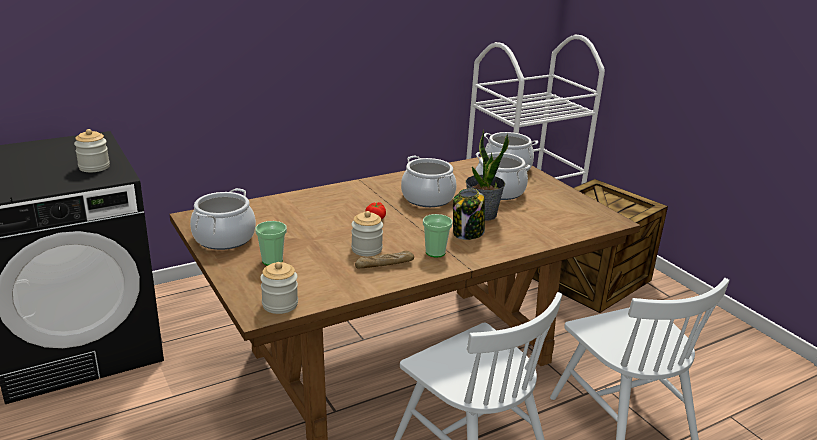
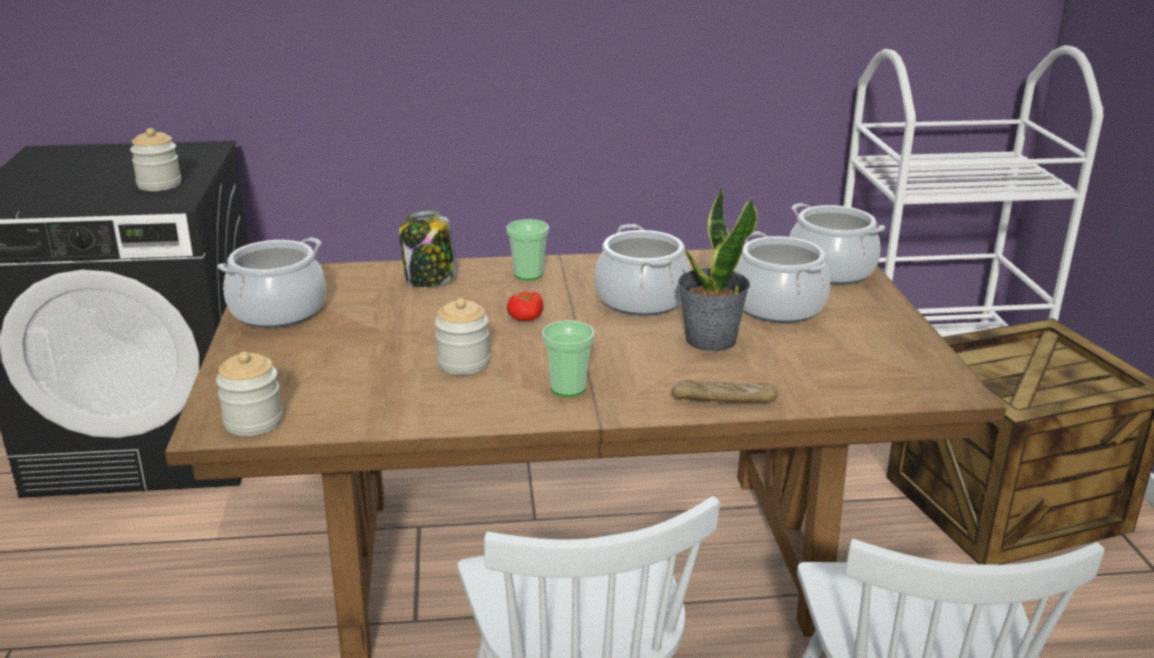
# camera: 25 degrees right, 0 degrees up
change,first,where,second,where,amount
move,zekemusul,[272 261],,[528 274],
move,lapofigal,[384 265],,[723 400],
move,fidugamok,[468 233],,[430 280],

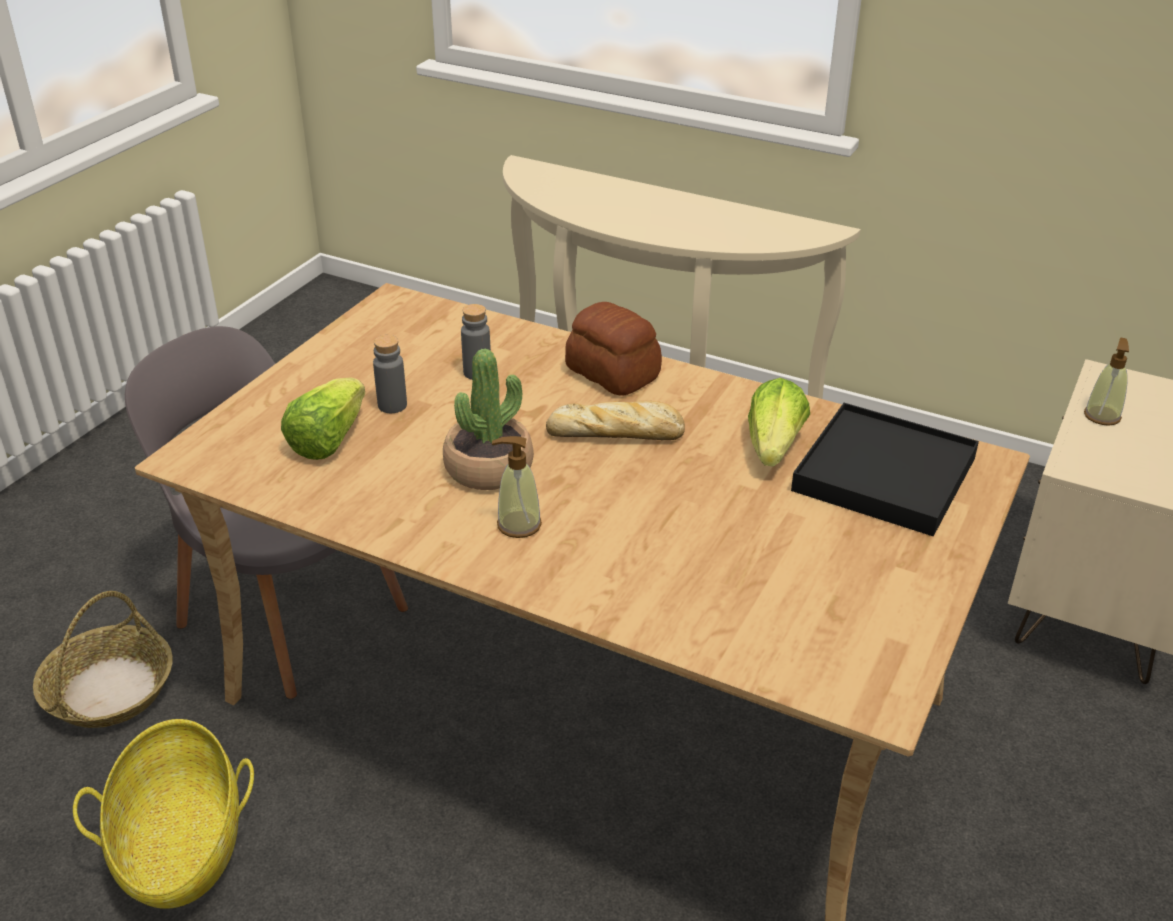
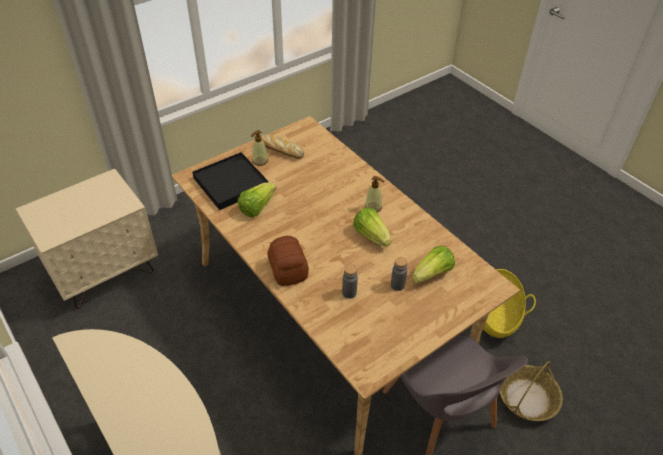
# camera: 155 degrees left, 10 degrees up
change,first,where,second,where,amount
move,lapofigal,[618 433],,[278 150],
move,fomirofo,[1102 416],,[260 161],
replace,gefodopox,[489 468],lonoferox,[371 235],

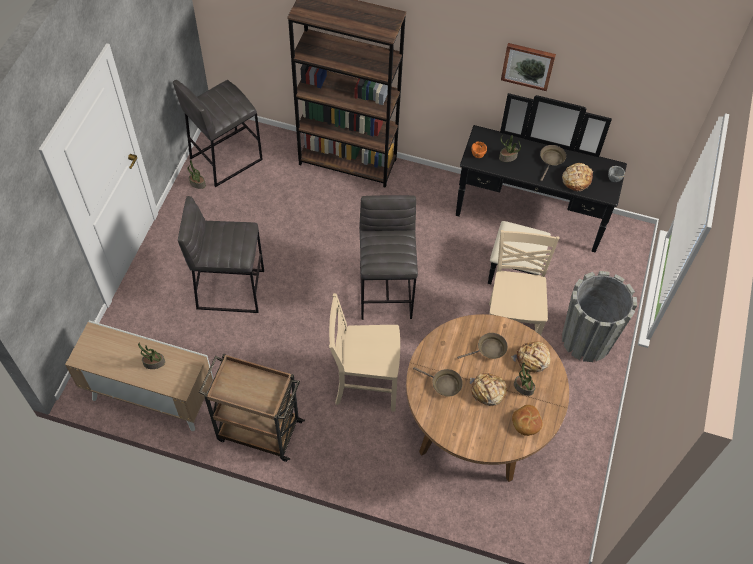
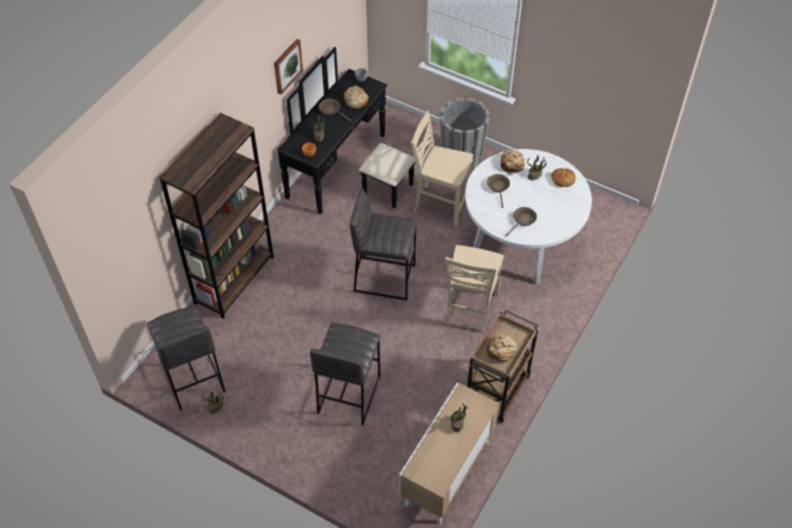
# camera: 75 degrees left, 5 degrees down
change,first,where,second,where,amount
move,lapofigal,[487 391],,[501 351],
recolor,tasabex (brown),[476 426],tasabex (white),[520 244],

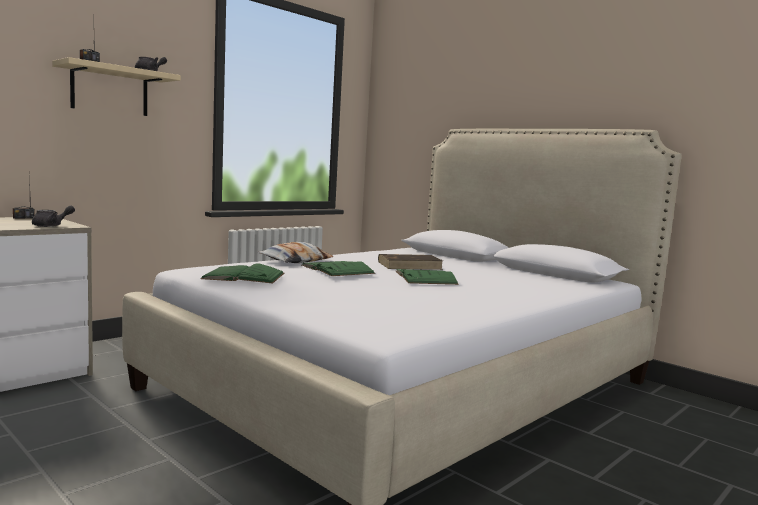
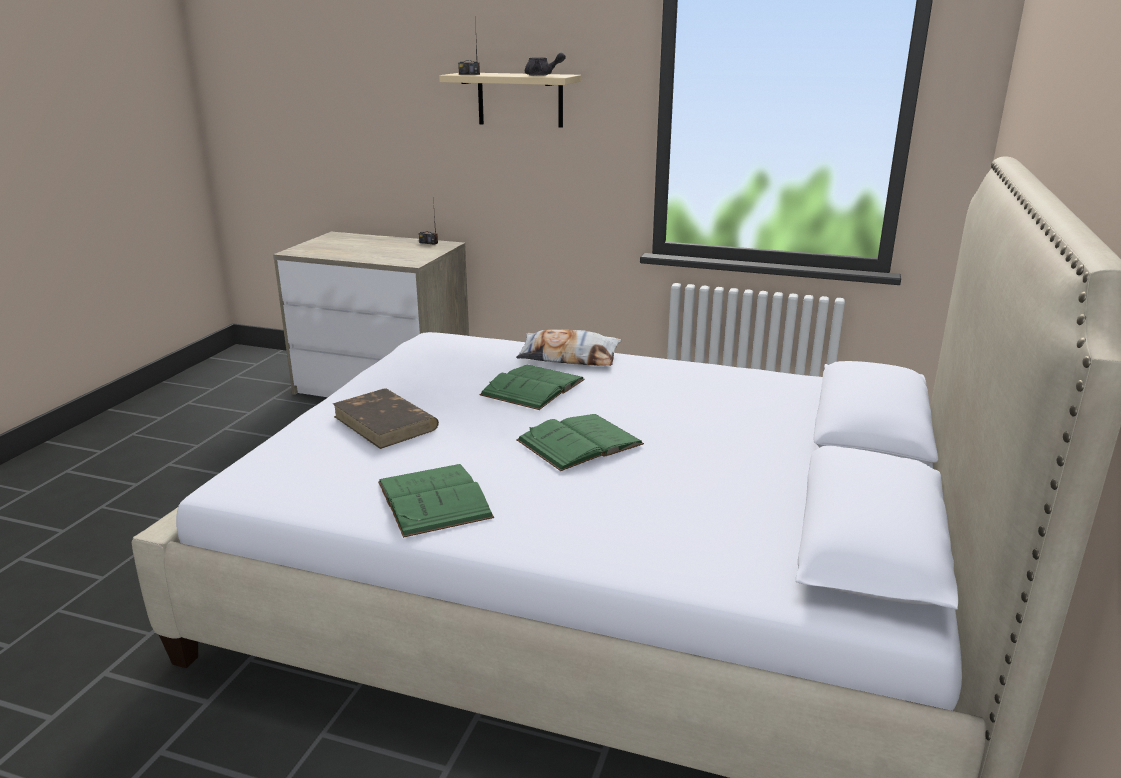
# camera: 65 degrees right, 15 degrees up
change,first,where,second,where,amount
delete,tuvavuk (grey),[51 226],,,
move,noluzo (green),[244 276],,[434 499],
move,noluzo (brown),[410 265],,[386 423],

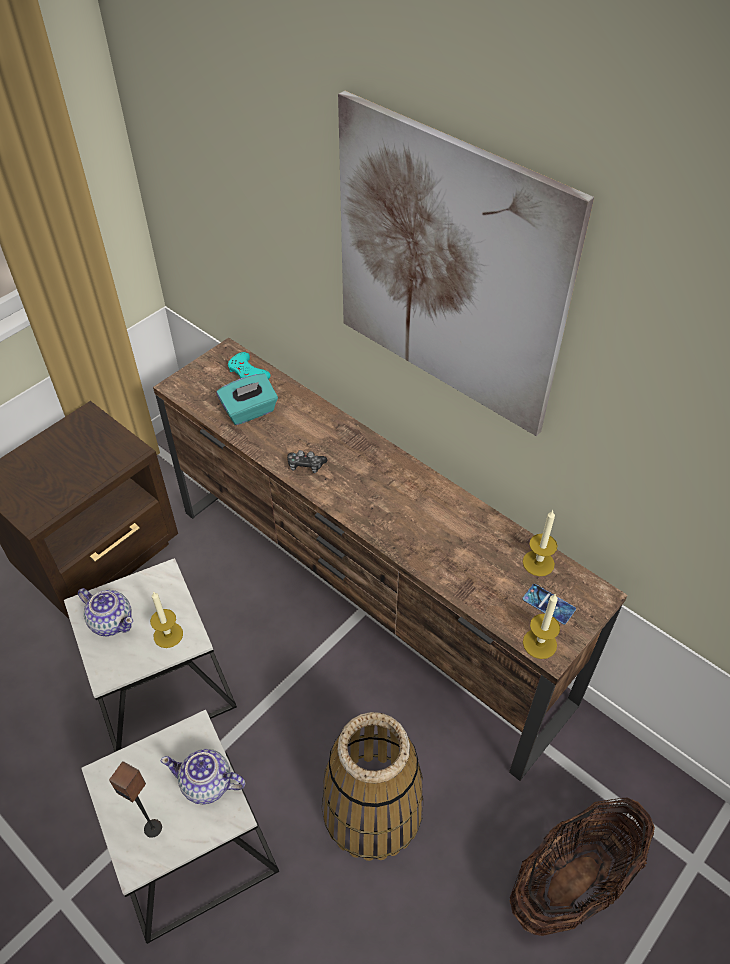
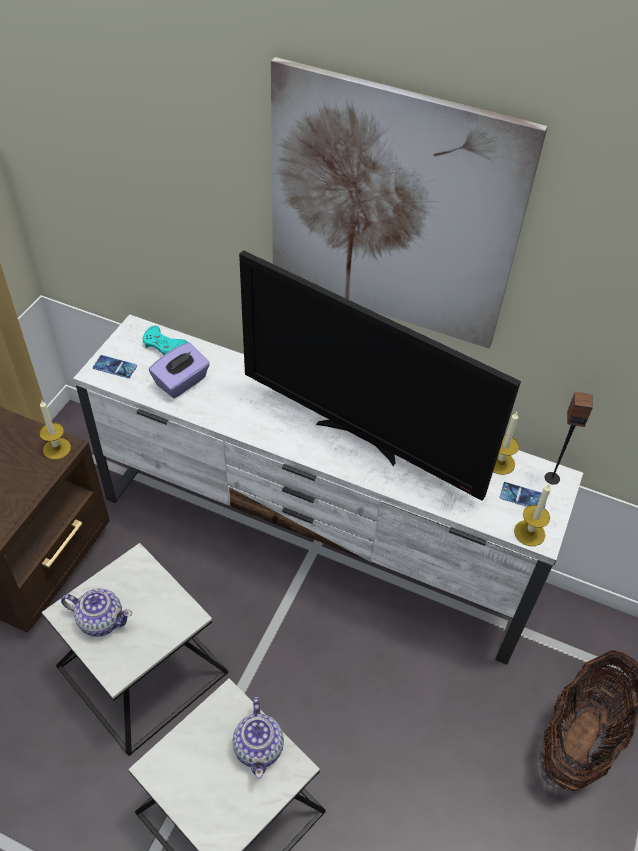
# camera: 20 degrees left, 0 degrees up
change,first,where,second,where,amount
delete,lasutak,[305 465],,,
delete,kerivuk,[372 809],,,
insert,,,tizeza,[115 367],
insert,,,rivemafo,[360 438],
move,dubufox,[153 828],,[552 478],
move,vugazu,[168 635],,[57 448],
recolor,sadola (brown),[366 603],sadola (white),[315 542],
recolor,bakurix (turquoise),[250 411],bakurix (purple),[182 382],
rotate,tuvavuk,[207 784],,[259 747],90 degrees counterclockwise

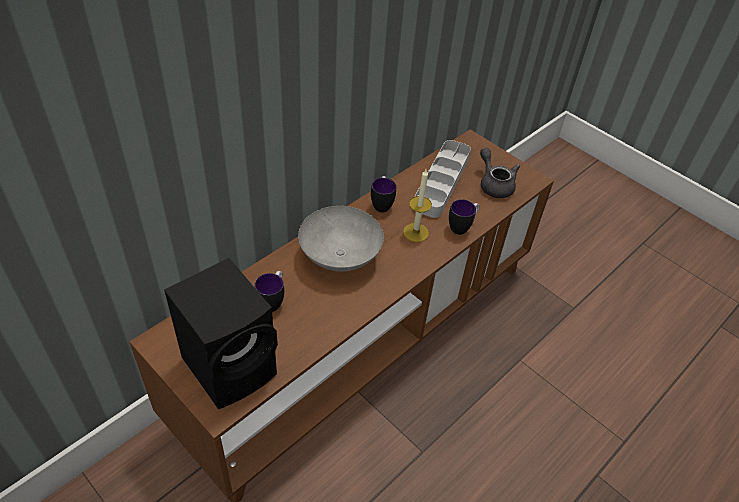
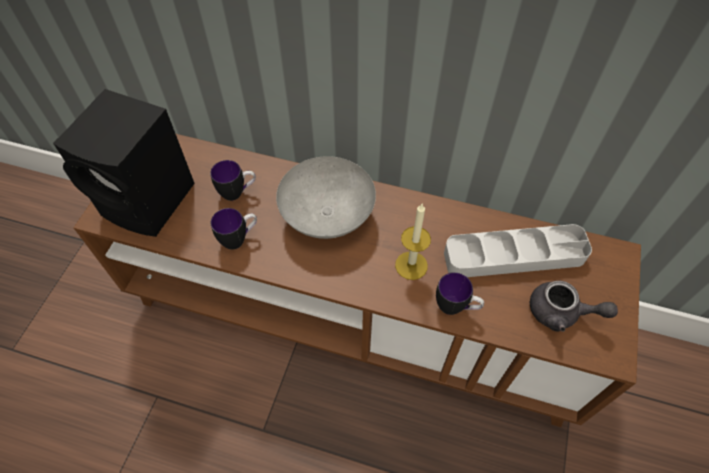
# camera: 65 degrees right, 10 degrees up
change,first,where,second,where,amount
move,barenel,[381 204],,[239 239],
rotate,tuvavuk (grey),[494 184],,[561 313],75 degrees clockwise

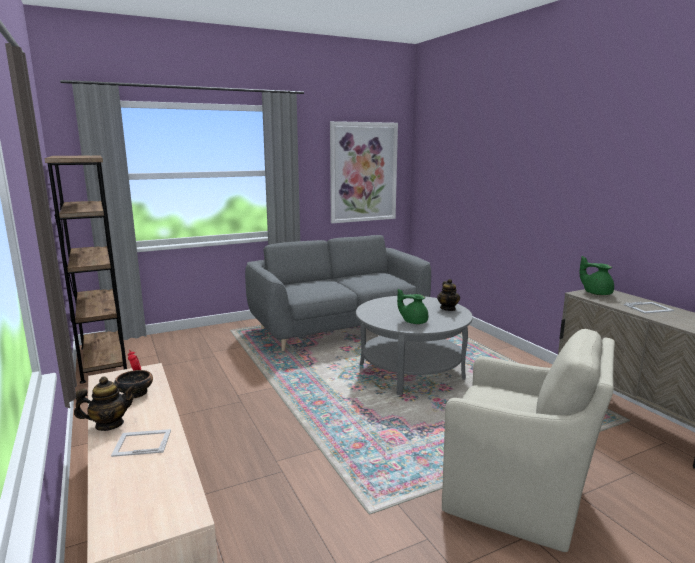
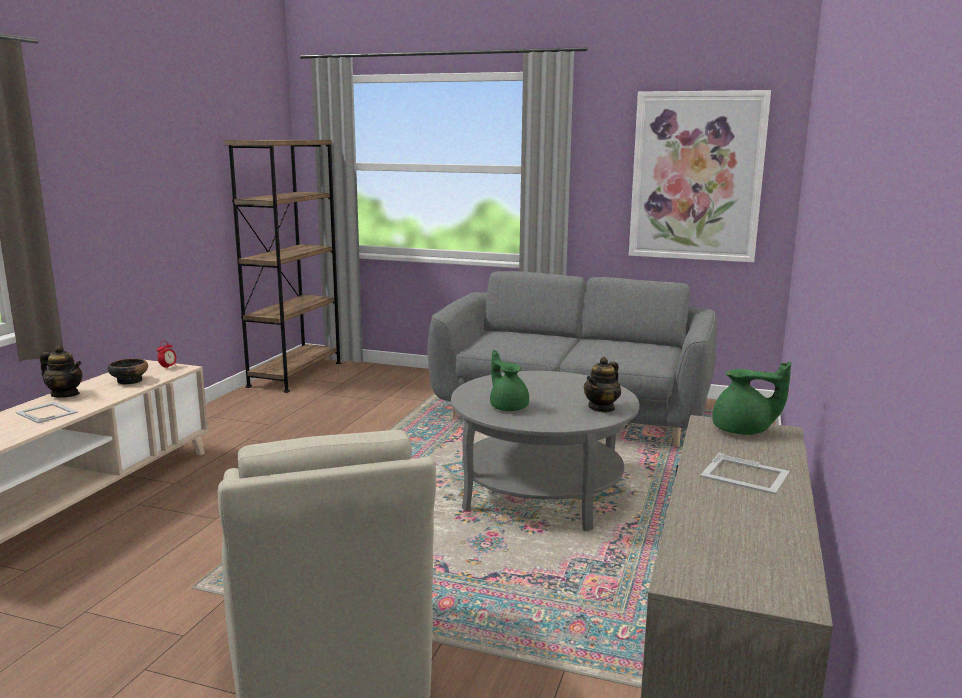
# camera: 45 degrees right, 0 degrees up
change,first,where,second,where,amount
rotate,tuvavuk (green),[596 293],,[743 431],105 degrees clockwise

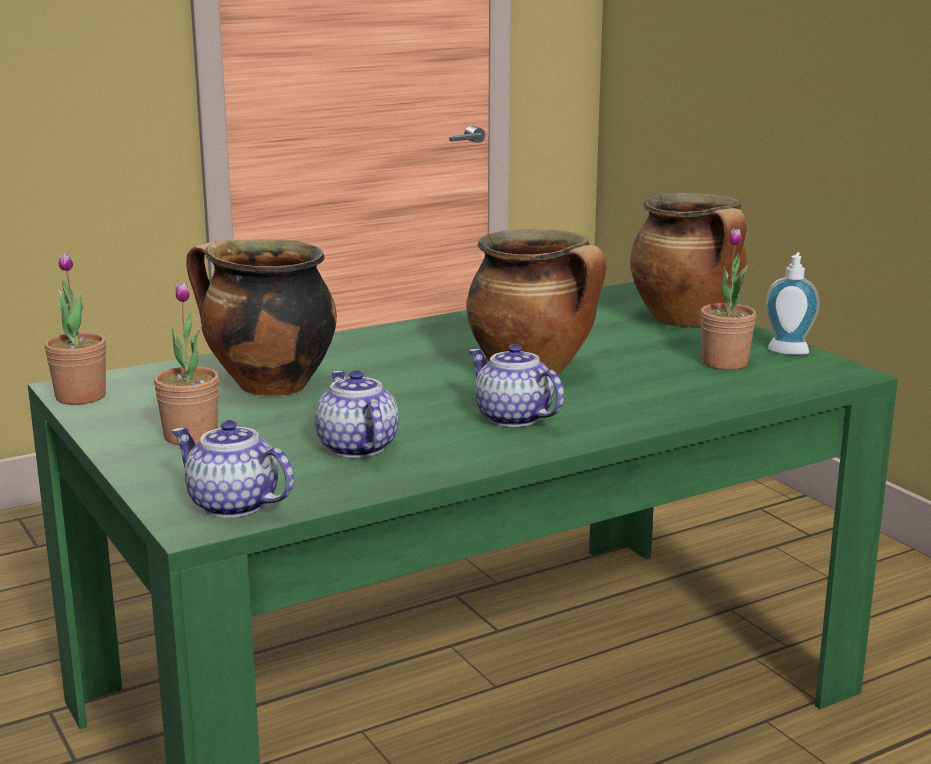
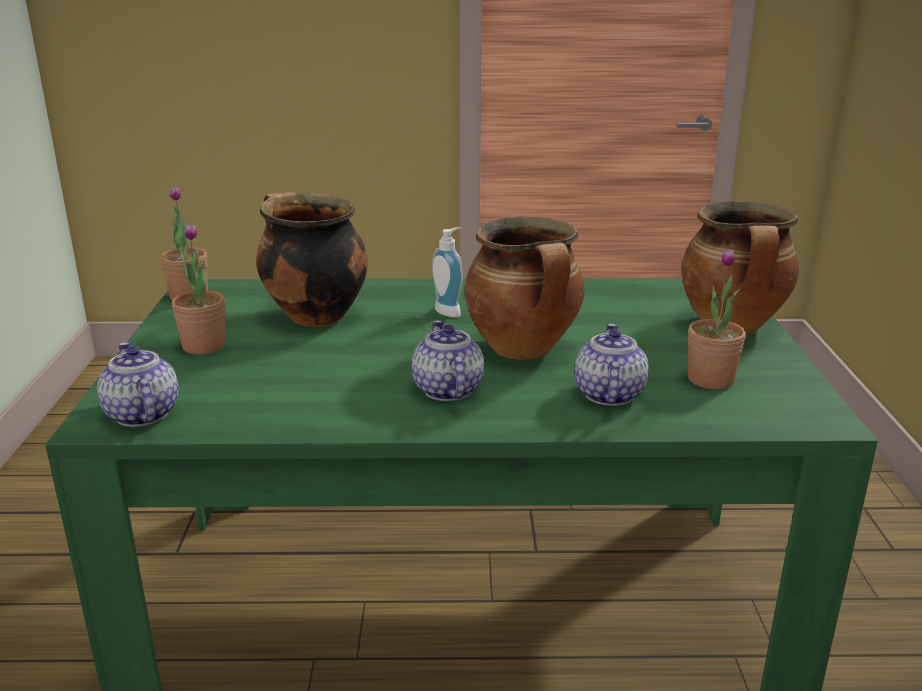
# camera: 30 degrees right, 5 degrees up
change,first,where,second,where,amount
move,tuvavuk,[356 447],,[608 394],
move,fomirofo,[788 350],,[450 311],

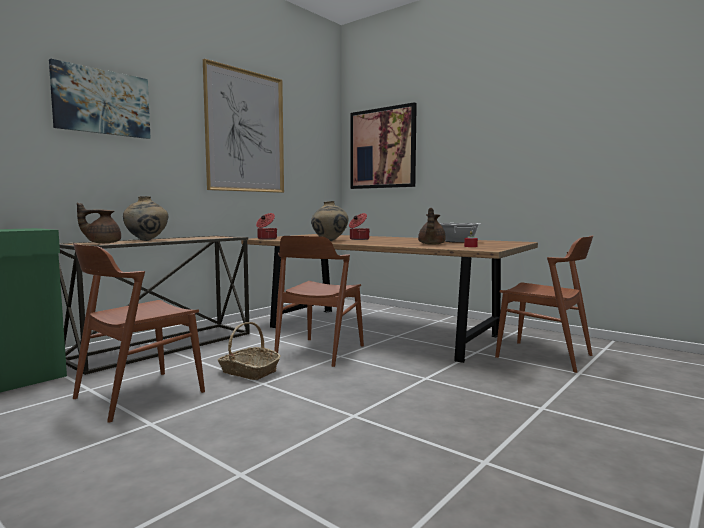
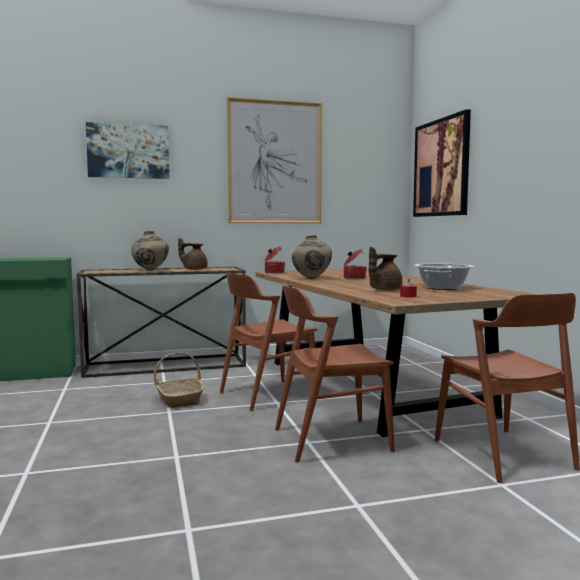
# camera: 35 degrees right, 0 degrees up
change,first,where,second,where,amount
move,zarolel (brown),[139 395],,[331 439],
move,tuvavuk (brown),[102 243],,[194 269],

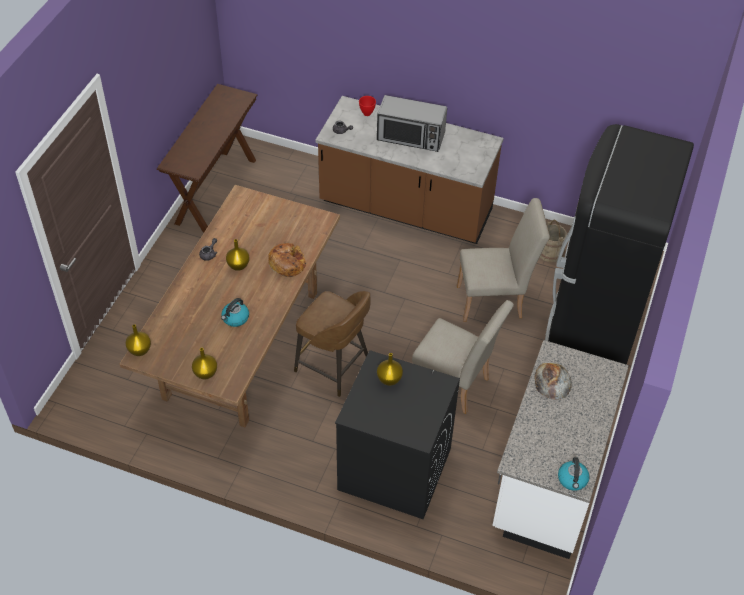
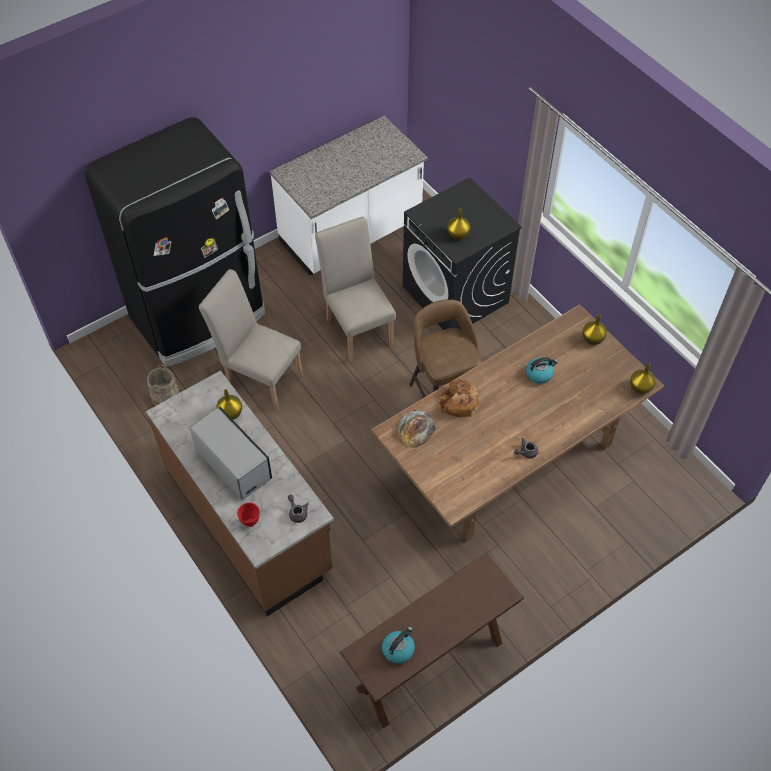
# camera: 145 degrees left, 5 degrees up
change,first,where,second,where,amount
move,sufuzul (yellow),[239 265],,[230 413],
move,lapofigal,[552 381],,[415 428],
move,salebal,[572 480],,[398 649],

